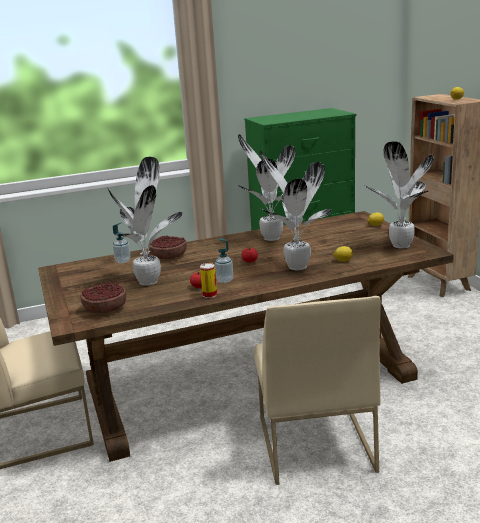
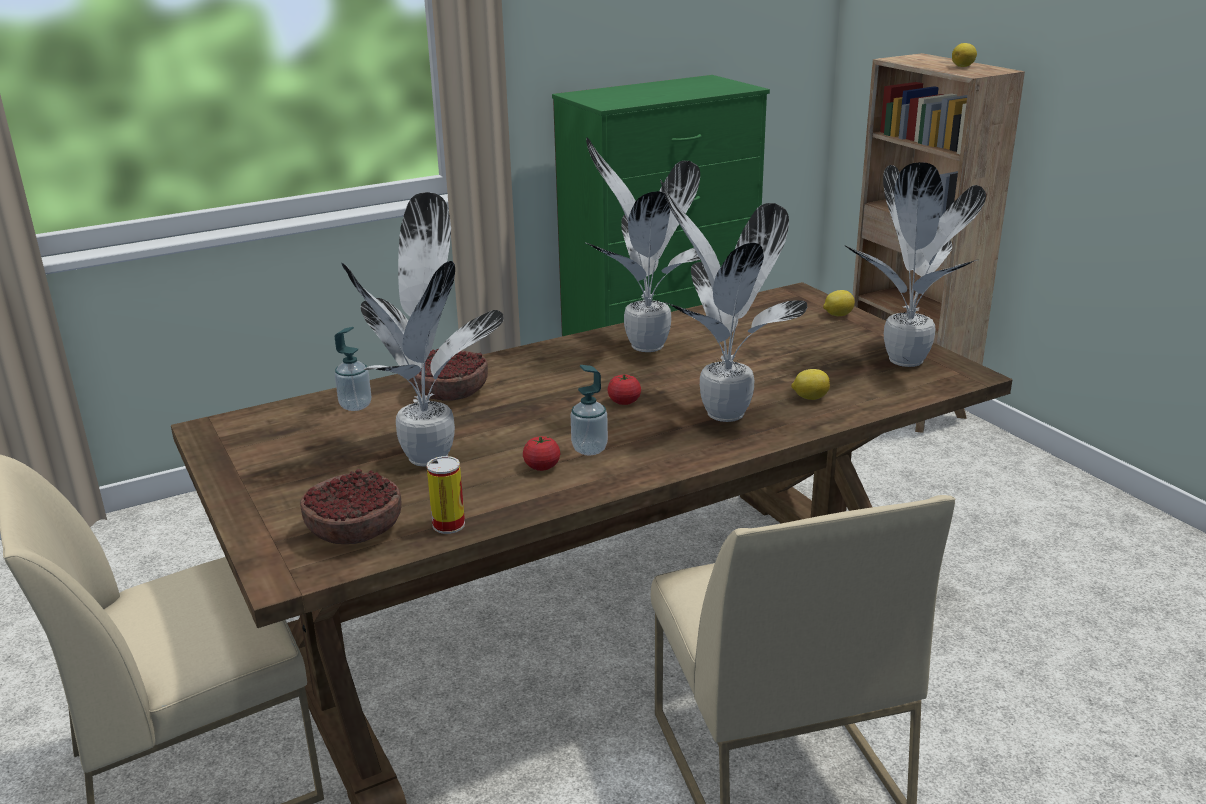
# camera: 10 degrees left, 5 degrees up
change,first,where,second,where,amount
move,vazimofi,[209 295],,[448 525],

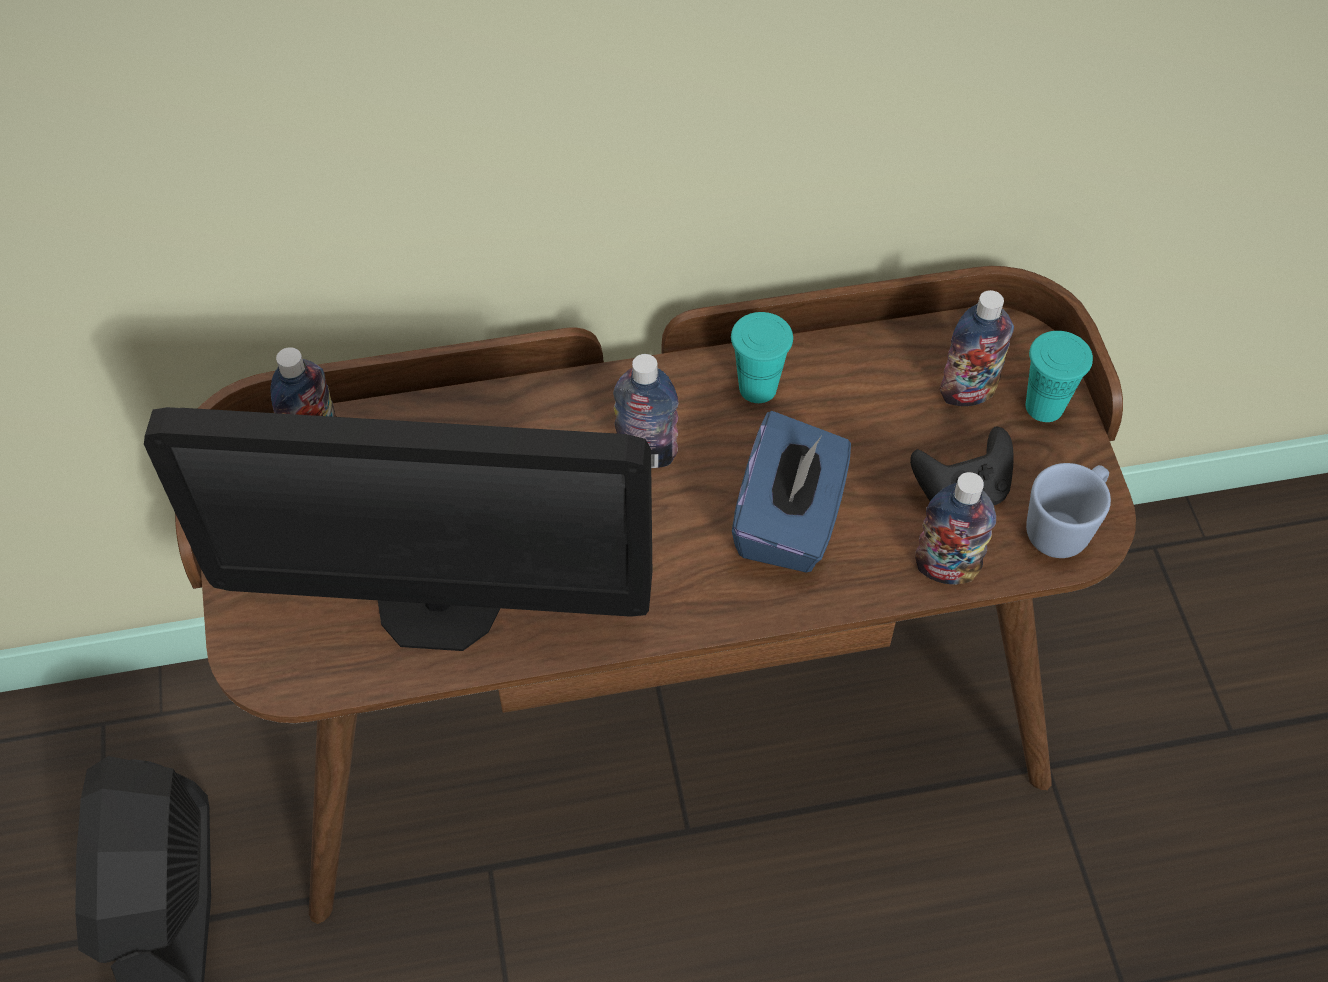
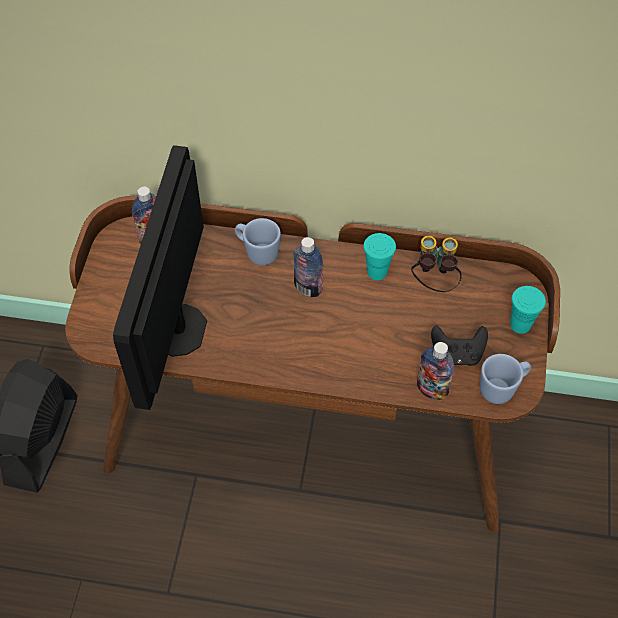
# camera: 20 degrees right, 0 degrees up
change,first,where,second,where,amount
delete,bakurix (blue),[789 520],,,
delete,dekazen,[967 393],,,
insert,,,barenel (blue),[257 252],
insert,,,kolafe,[433 282],
rotate,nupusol,[439 604],,[179 330],75 degrees clockwise

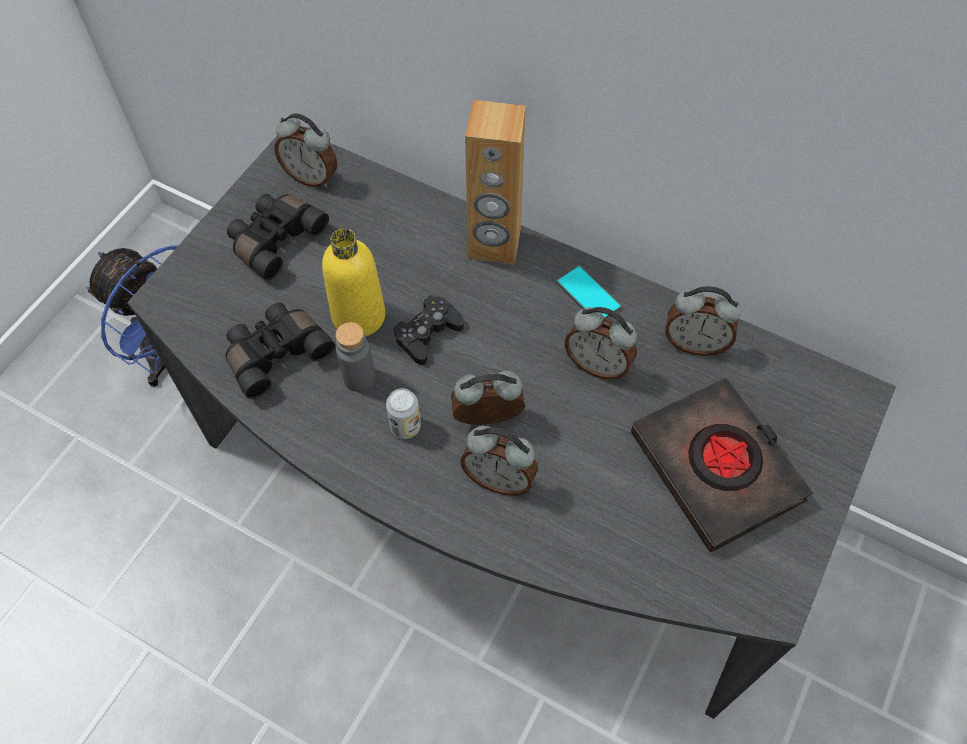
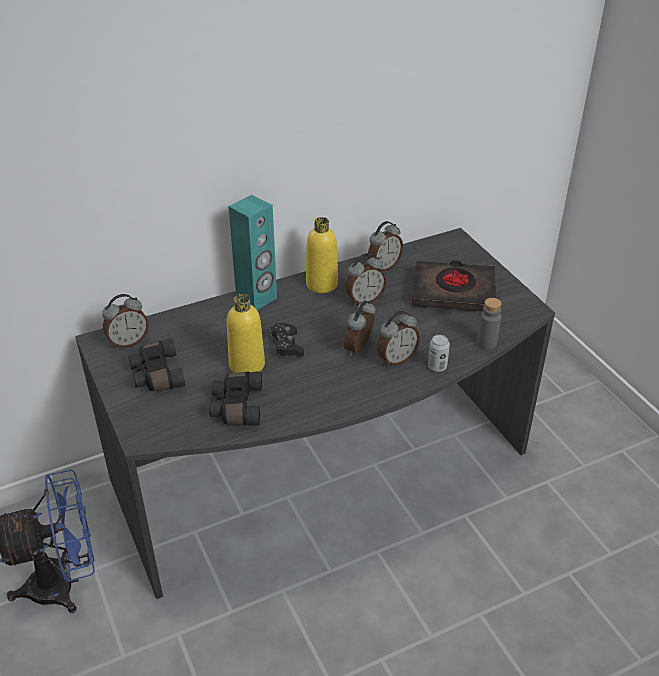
# camera: 55 degrees left, 20 degrees down
change,first,where,second,where,amount
move,dekazen (grey),[359 378],,[486 343],
move,vazimofi,[405 426],,[437 367],
replace,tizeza,[587 295],dekazen (yellow),[322 284],
recolor,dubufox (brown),[494 245],dubufox (turquoise),[257 299],

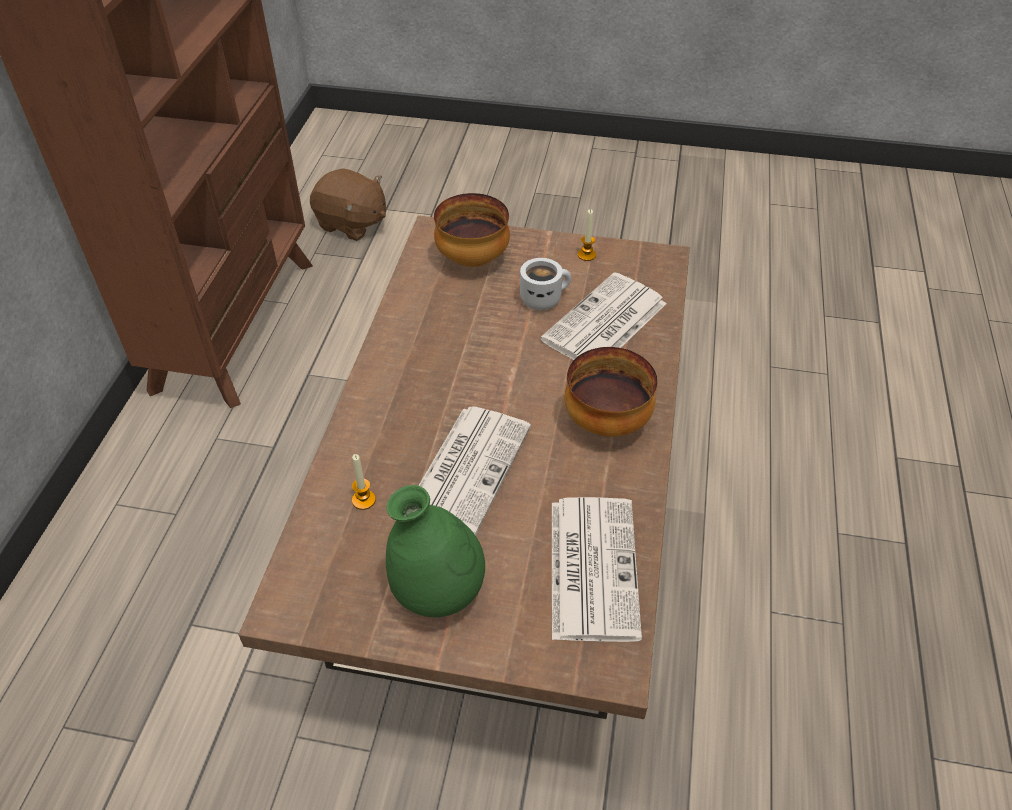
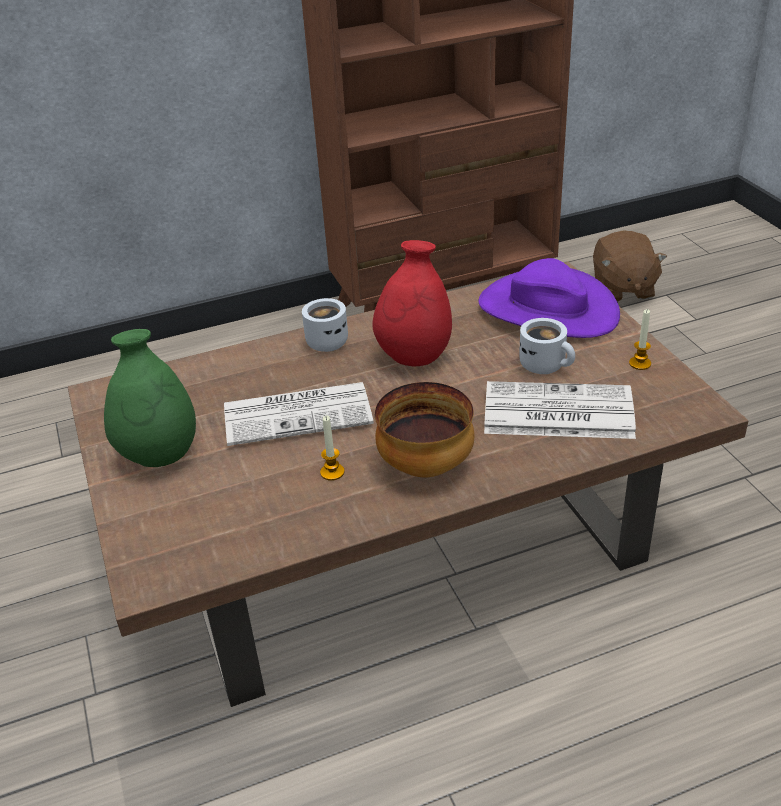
# camera: 60 degrees right, 10 degrees down
change,first,where,second,where,amount
delete,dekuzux,[592 566],,,
insert,,,barenel (white),[327 340],
insert,,,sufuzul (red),[414 357],
move,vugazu,[363 500],,[332 472],
replace,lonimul,[472 259],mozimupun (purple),[547 309],

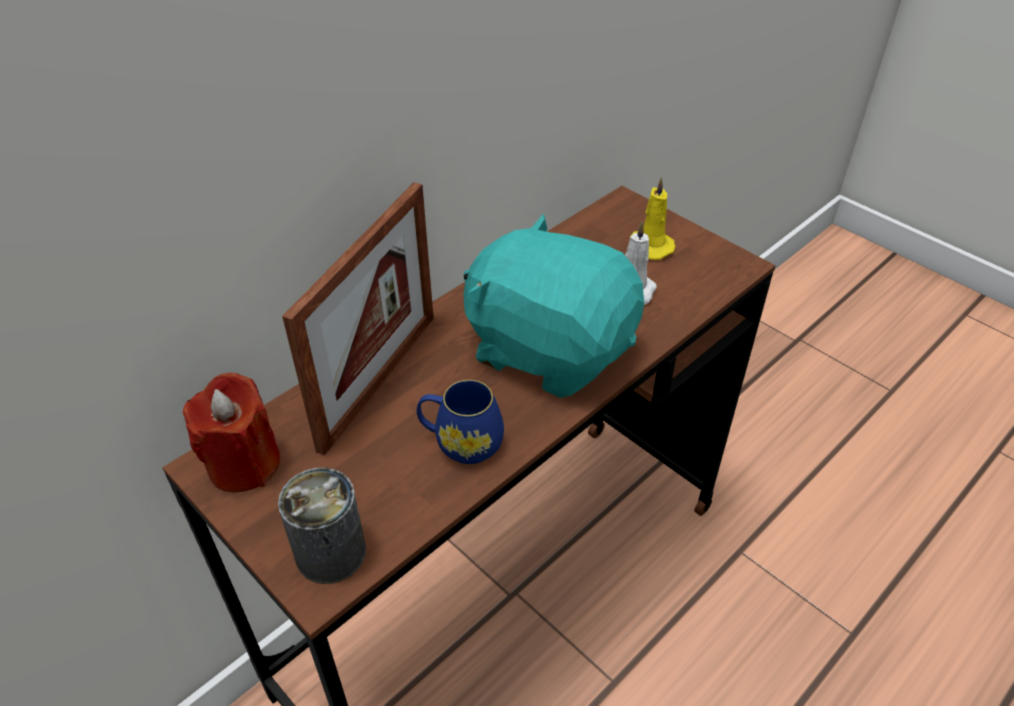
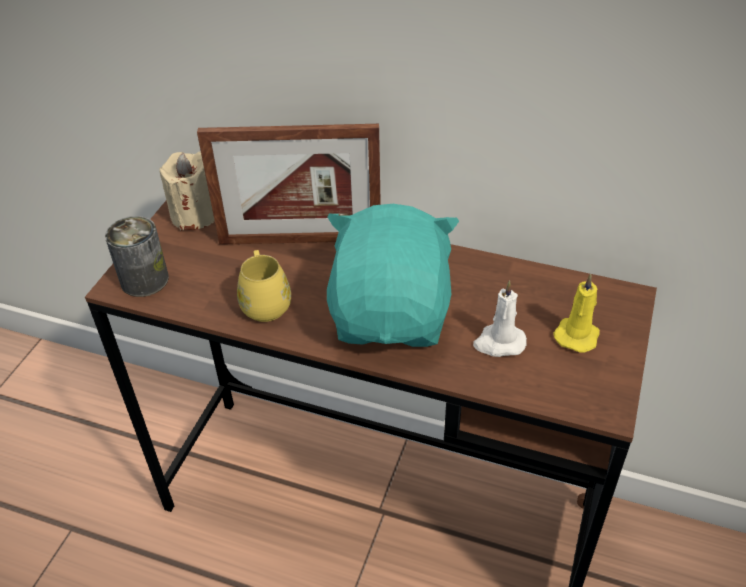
# camera: 65 degrees right, 0 degrees up
change,first,where,second,where,amount
recolor,vugazu (red),[244 463],vugazu (beige),[195 215],
recolor,barenel (blue),[461 442],barenel (yellow),[265 302],

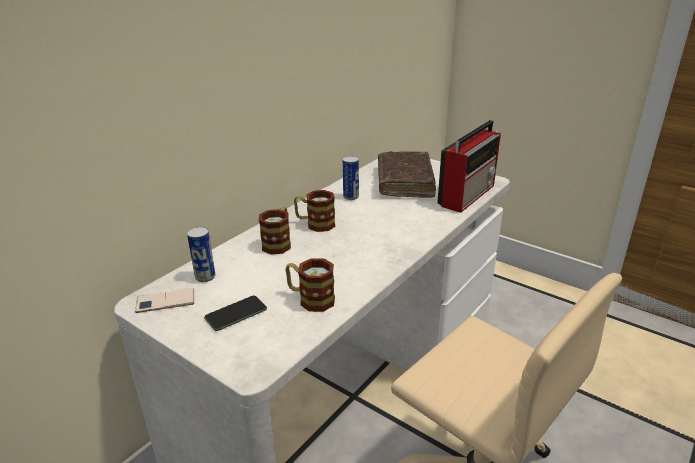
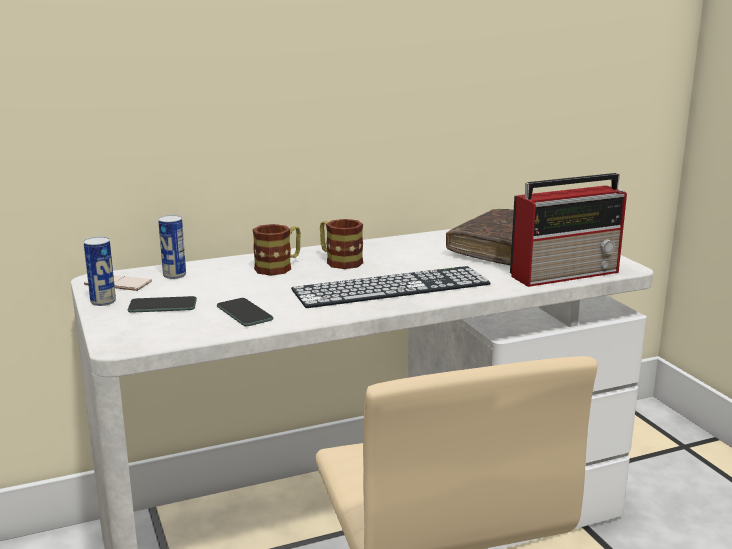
# camera: 30 degrees right, 10 degrees down
change,first,where,second,where,amount
insert,,,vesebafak,[391 287],
move,vazimofi,[351 197],,[103 301],
replace,barenel,[310 299],tizeza,[244 313],

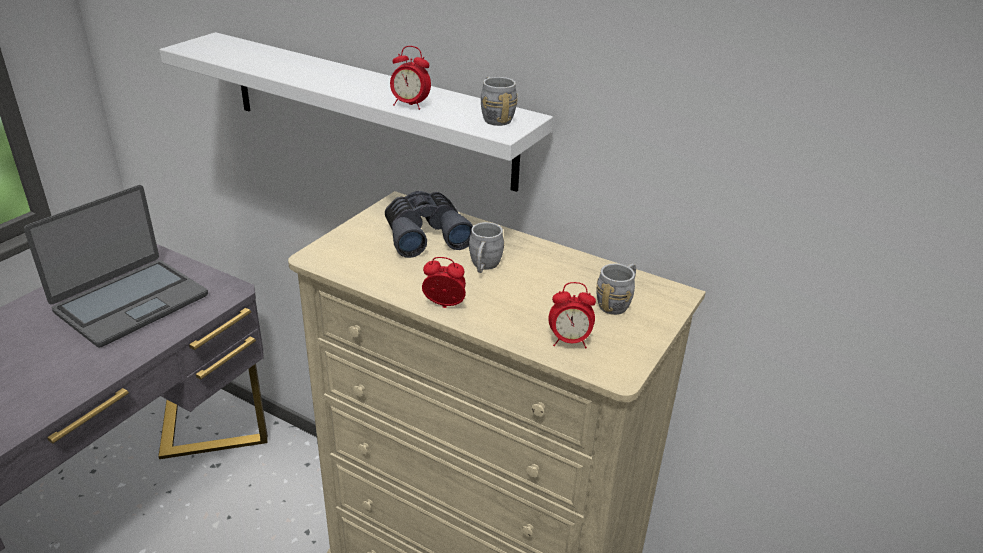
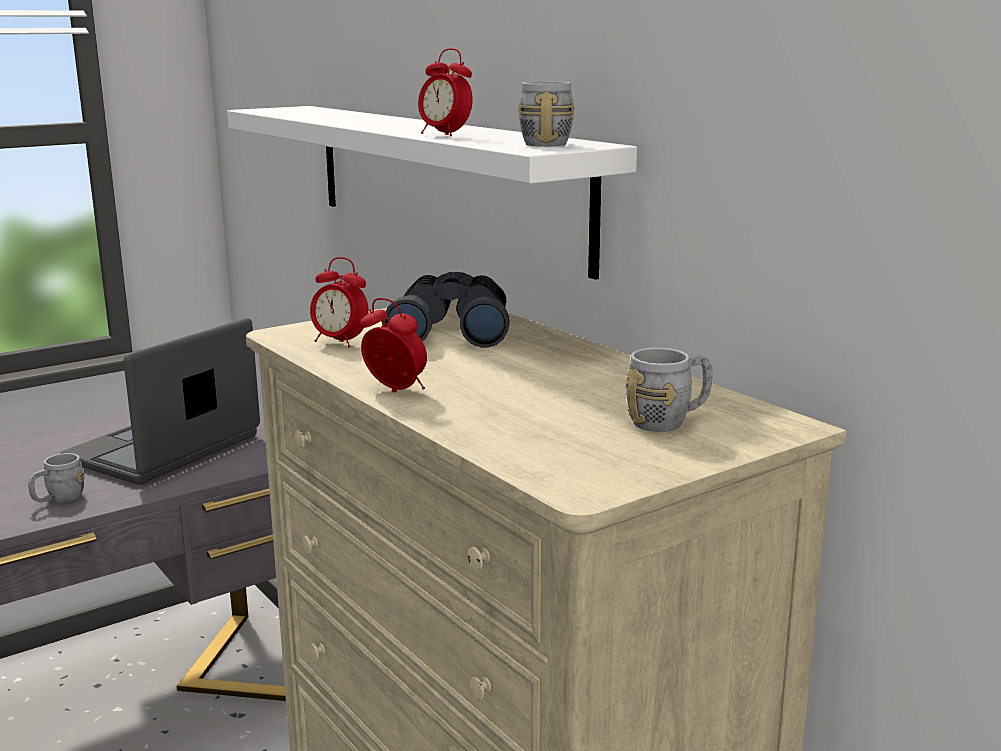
# camera: 25 degrees right, 15 degrees down
change,first,where,second,where,amount
move,barenel (grey),[484 267],,[59 500],
move,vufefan,[569 341],,[340 342],
rotate,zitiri,[130 302],,[165 449],150 degrees clockwise

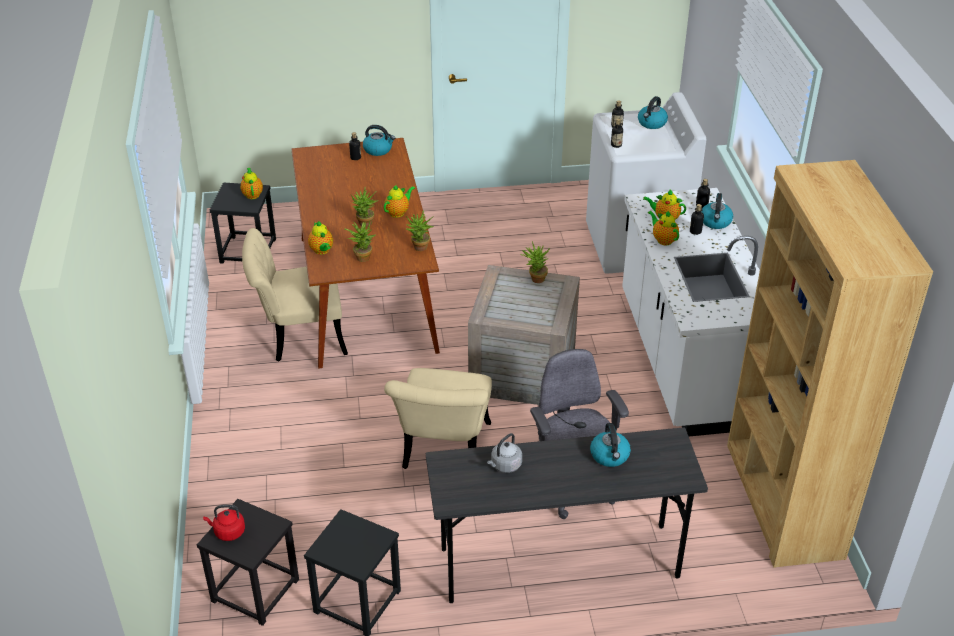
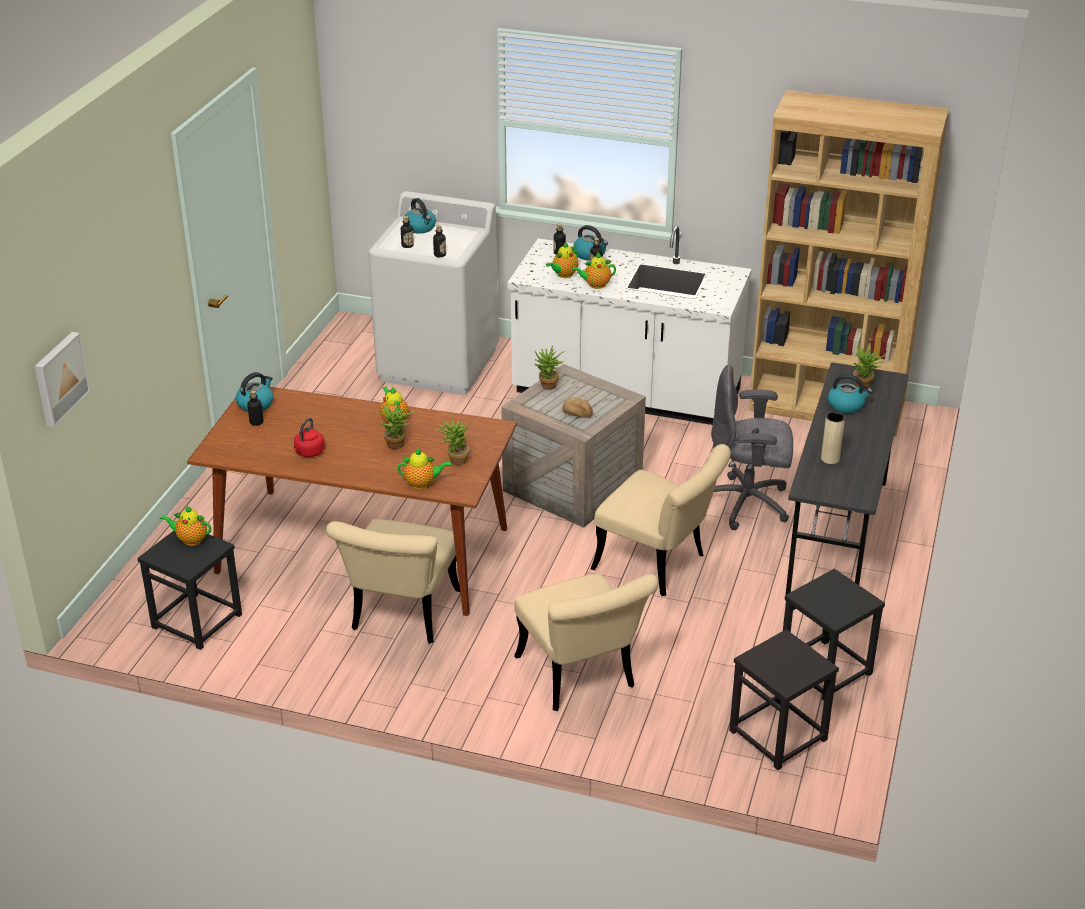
# camera: 65 degrees left, 5 degrees down
change,first,where,second,where,amount
insert,,,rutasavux,[59 378],
insert,,,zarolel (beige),[581 679],
insert,,,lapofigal,[577 414],
move,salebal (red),[228 532],,[309 453],
move,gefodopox,[419 249],,[865 386],
replace,salebal (grey),[505 465],sufuzul (beige),[830 459],

